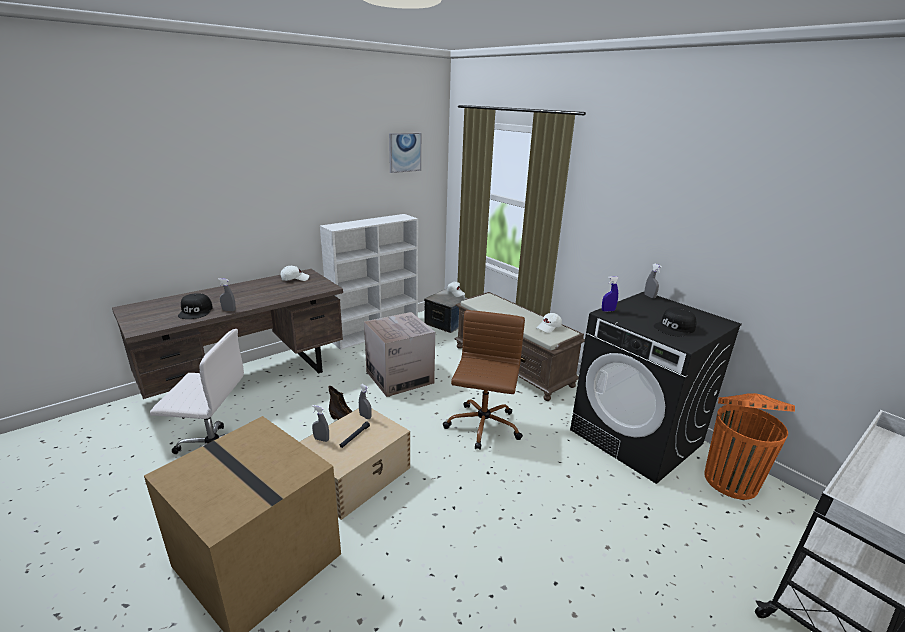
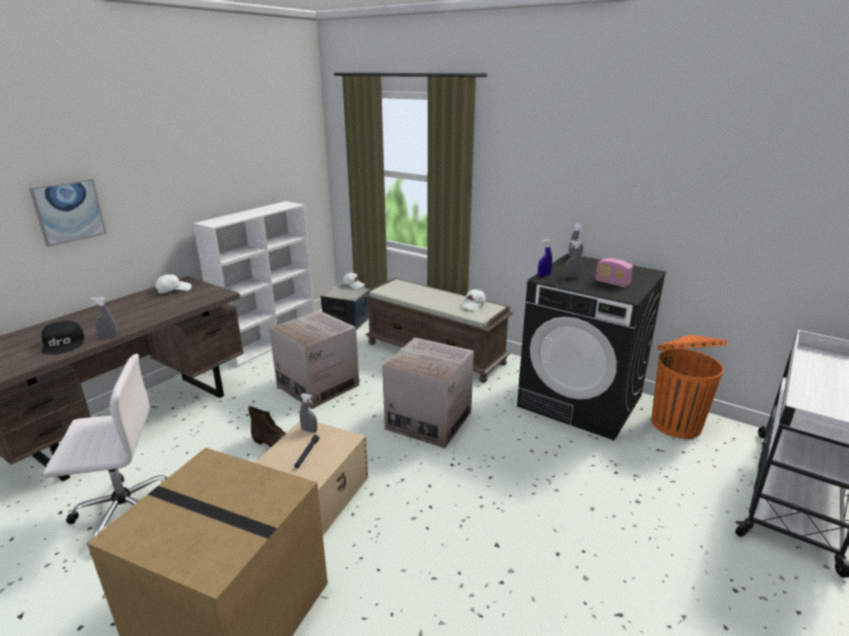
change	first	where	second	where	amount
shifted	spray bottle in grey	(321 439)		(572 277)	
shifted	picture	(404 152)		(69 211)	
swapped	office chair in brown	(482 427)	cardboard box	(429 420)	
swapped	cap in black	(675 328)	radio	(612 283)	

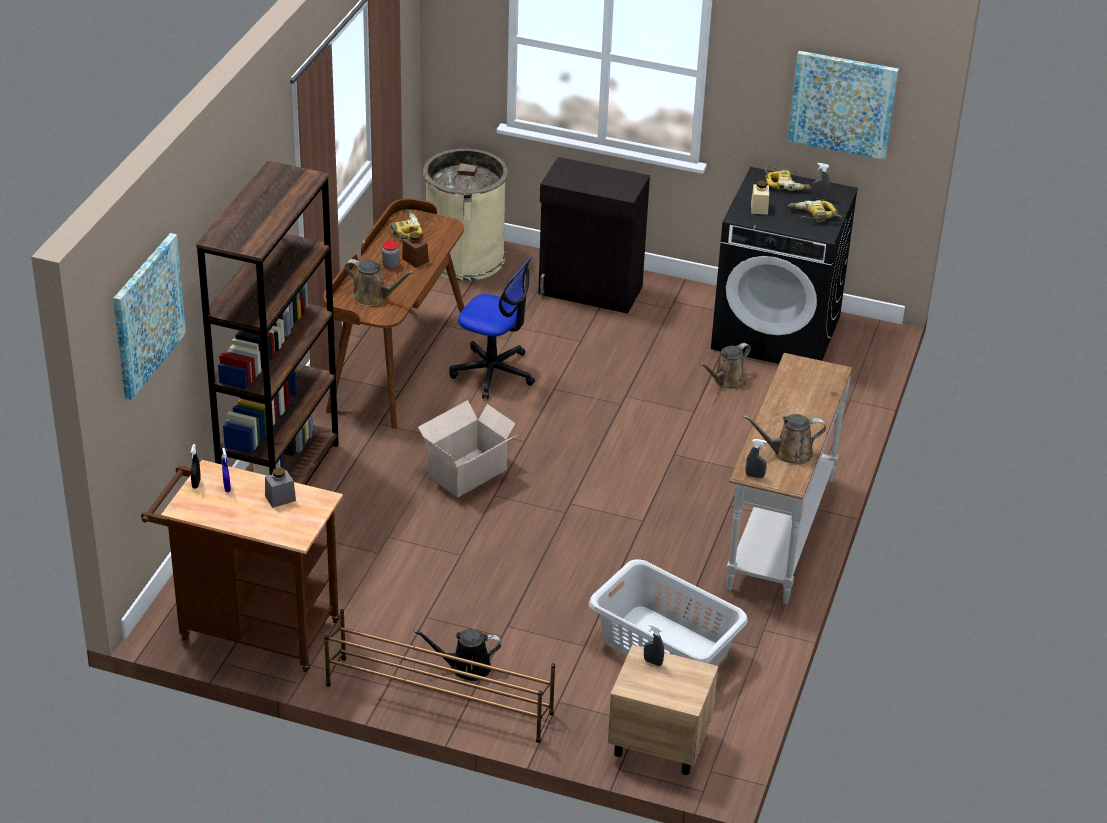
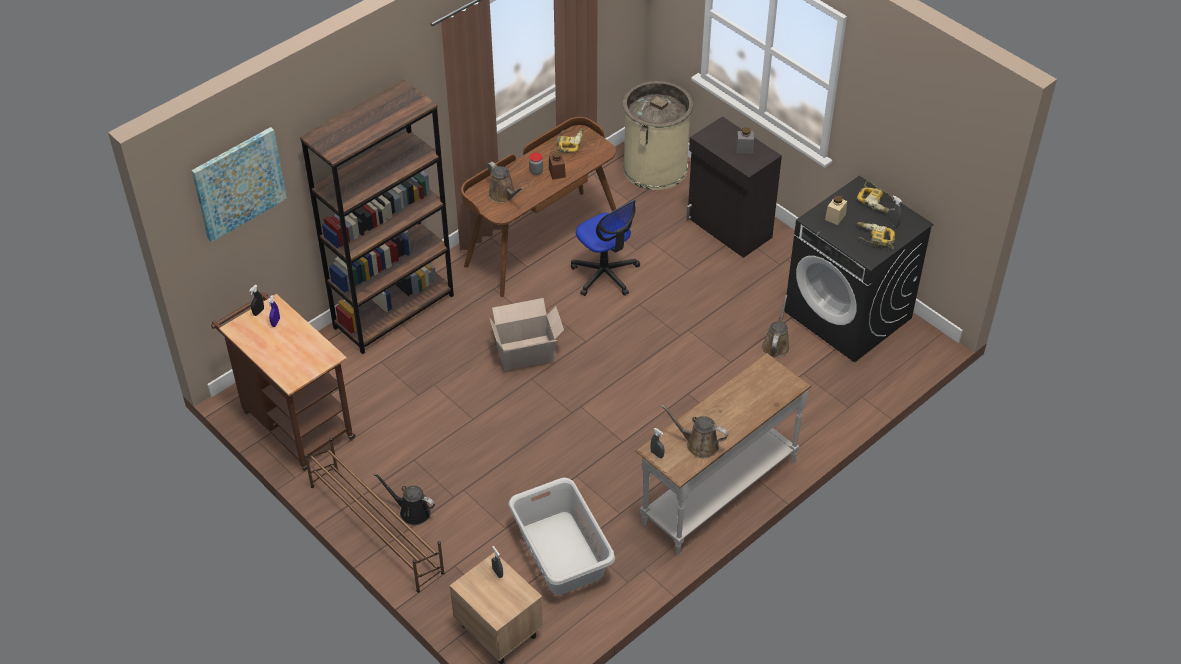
change	first	where	second	where	amount
shifted	jar in grey	(280 498)		(744 148)	
rotated	watering can in brown	(727 381)		(776 344)	120 degrees clockwise
gone	picture	(842 104)			

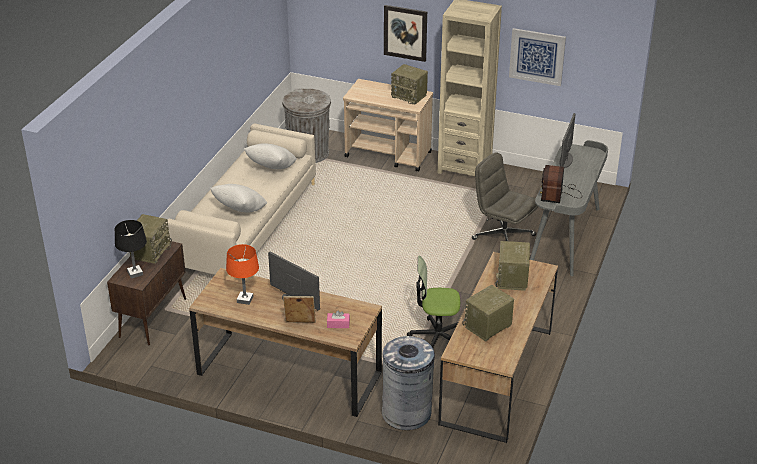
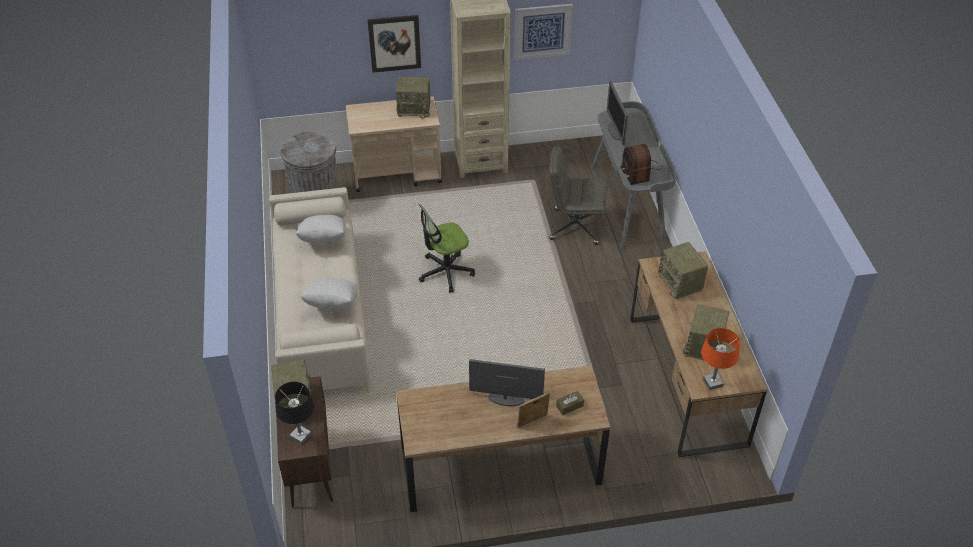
change	first	where	second	where	amount
shifted	table lamp in orange	(245 299)		(713 382)	
repainted	tissue box in pink	(338 324)	tissue box in brown	(569 406)	
gone	trash can in grey	(407 413)			
shifted	office chair	(436 337)		(445 272)	

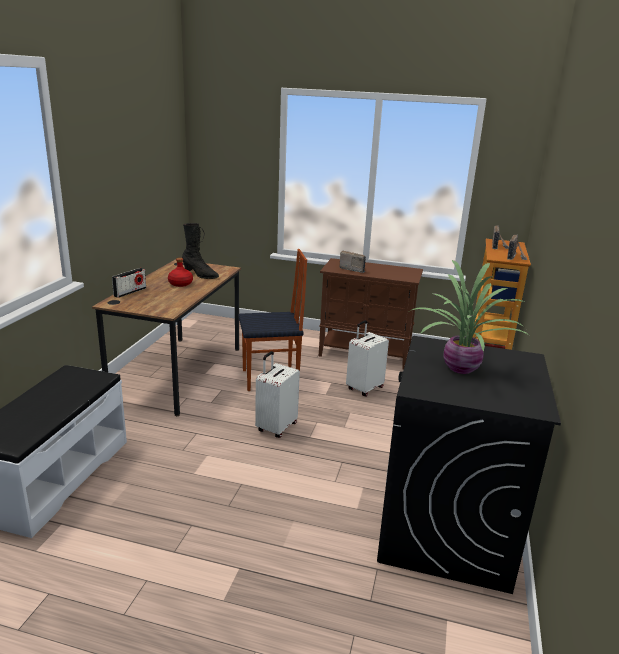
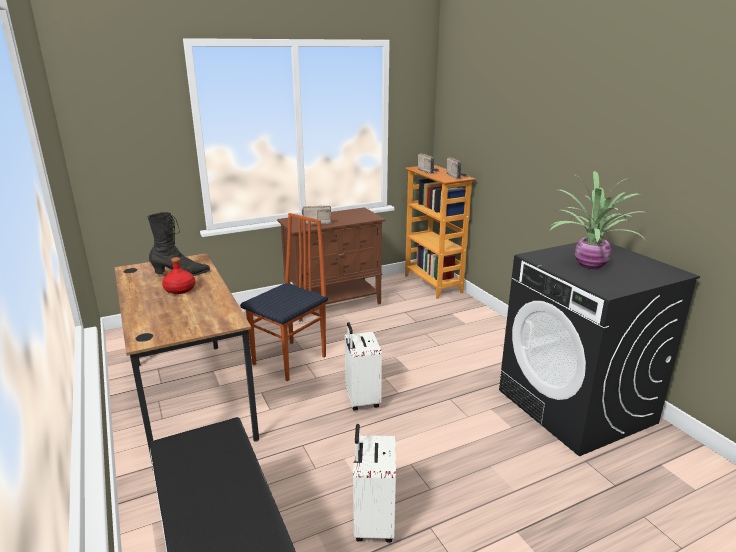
change	first	where	second	where	amount
gone	radio	(130 292)			
shifted	suitcase in white	(364 388)		(372 523)	

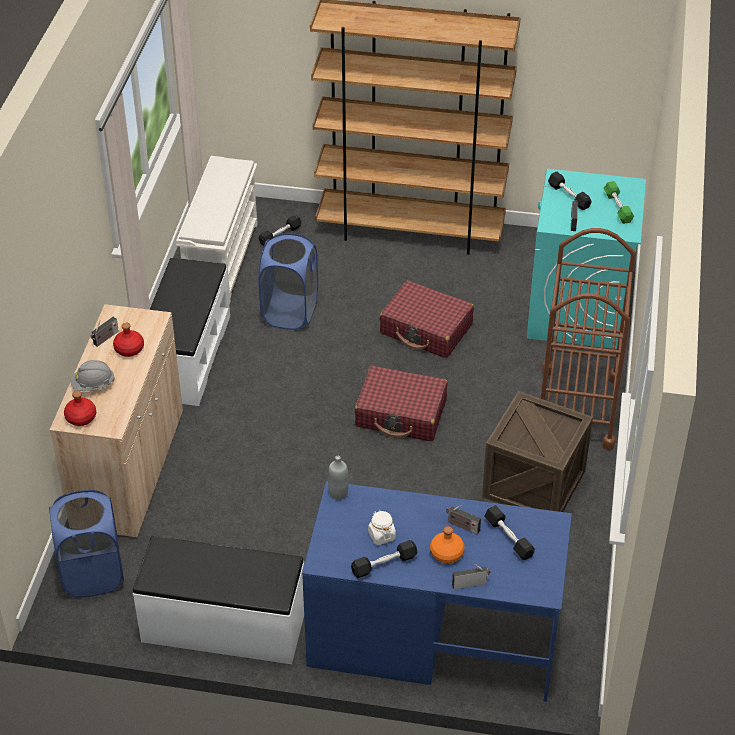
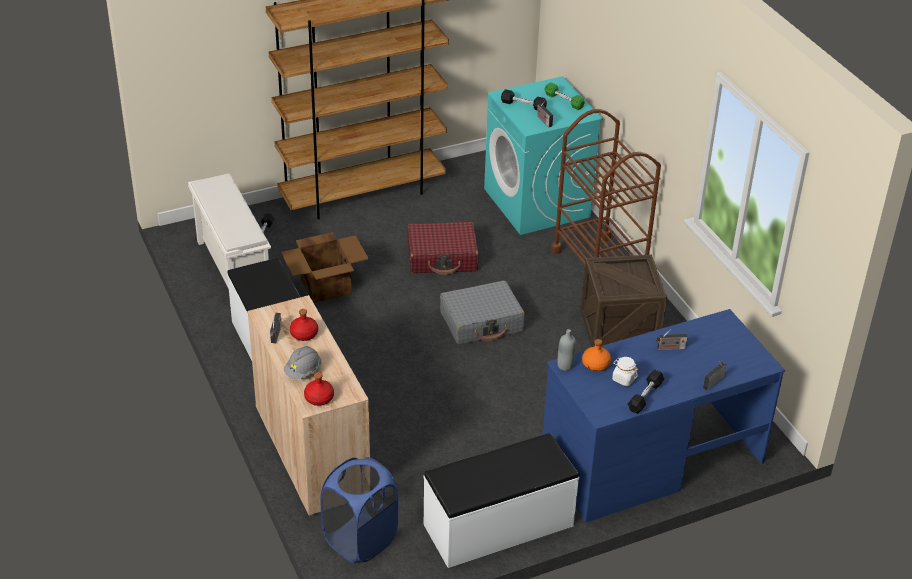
change	first	where	second	where	amount
swapped	laundry basket in blue	(290 312)	cardboard box	(326 286)	
repainted	suitcase in red	(401 413)	suitcase in grey	(481 322)	
shifted	bottle in orange	(446 553)		(595 364)	
gone	dumbbell in black	(508 538)			

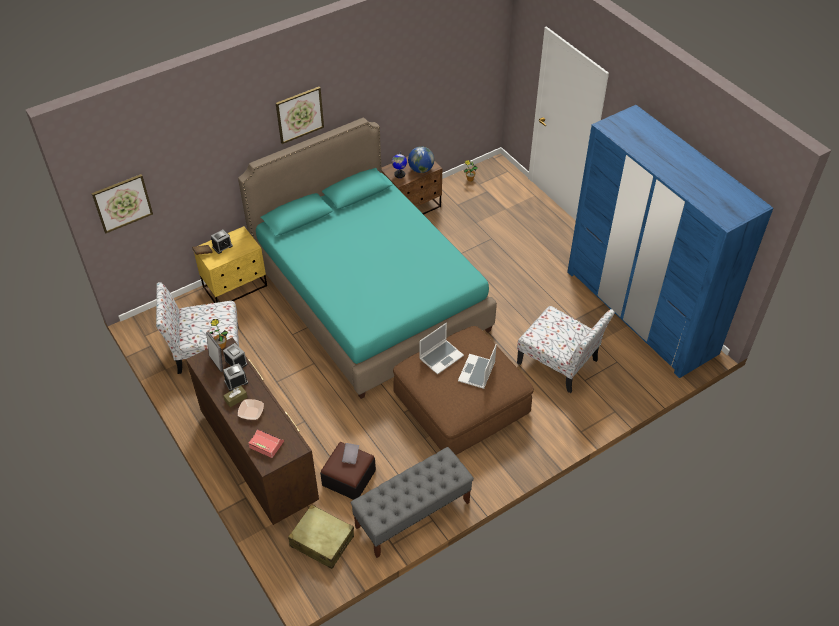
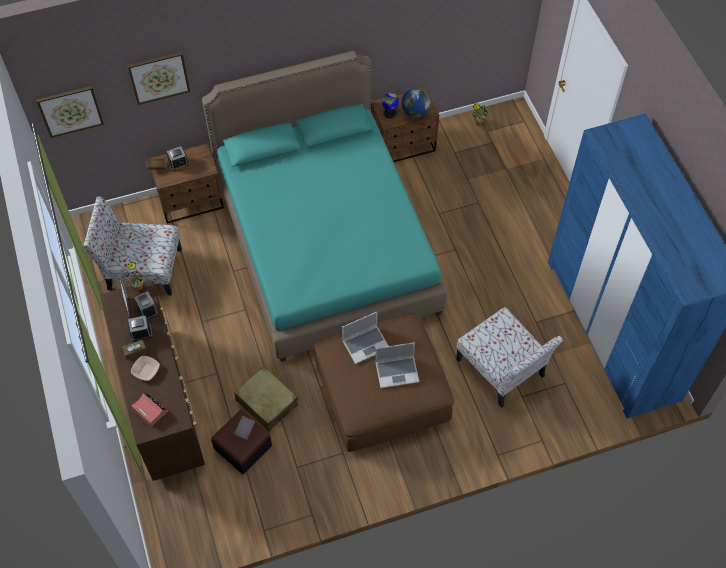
change	first	where	second	where	amount
repainted	nightstand in yellow	(235 287)	nightstand in brown	(191 202)	
shifted	picture	(299 114)		(159 77)	
shifted	suitcase in beige	(322 541)		(266 402)	
gone	bench in grey	(412 515)			
rotated	laptop	(477 372)		(397 371)	135 degrees counterclockwise

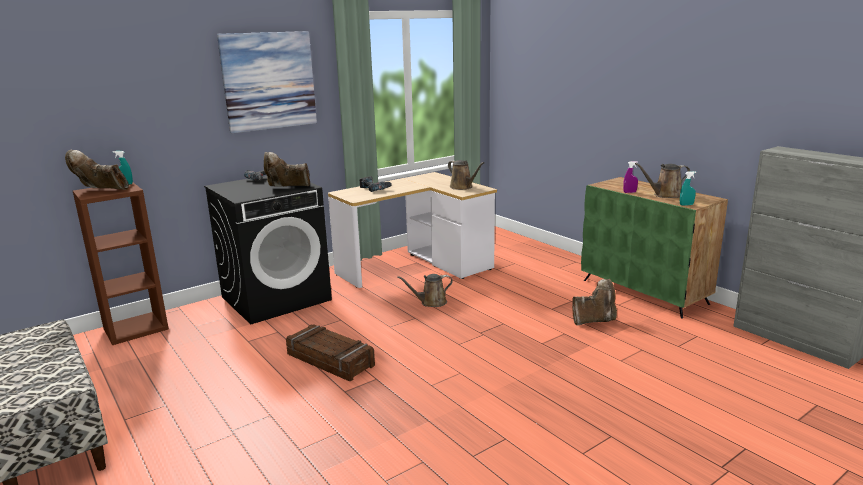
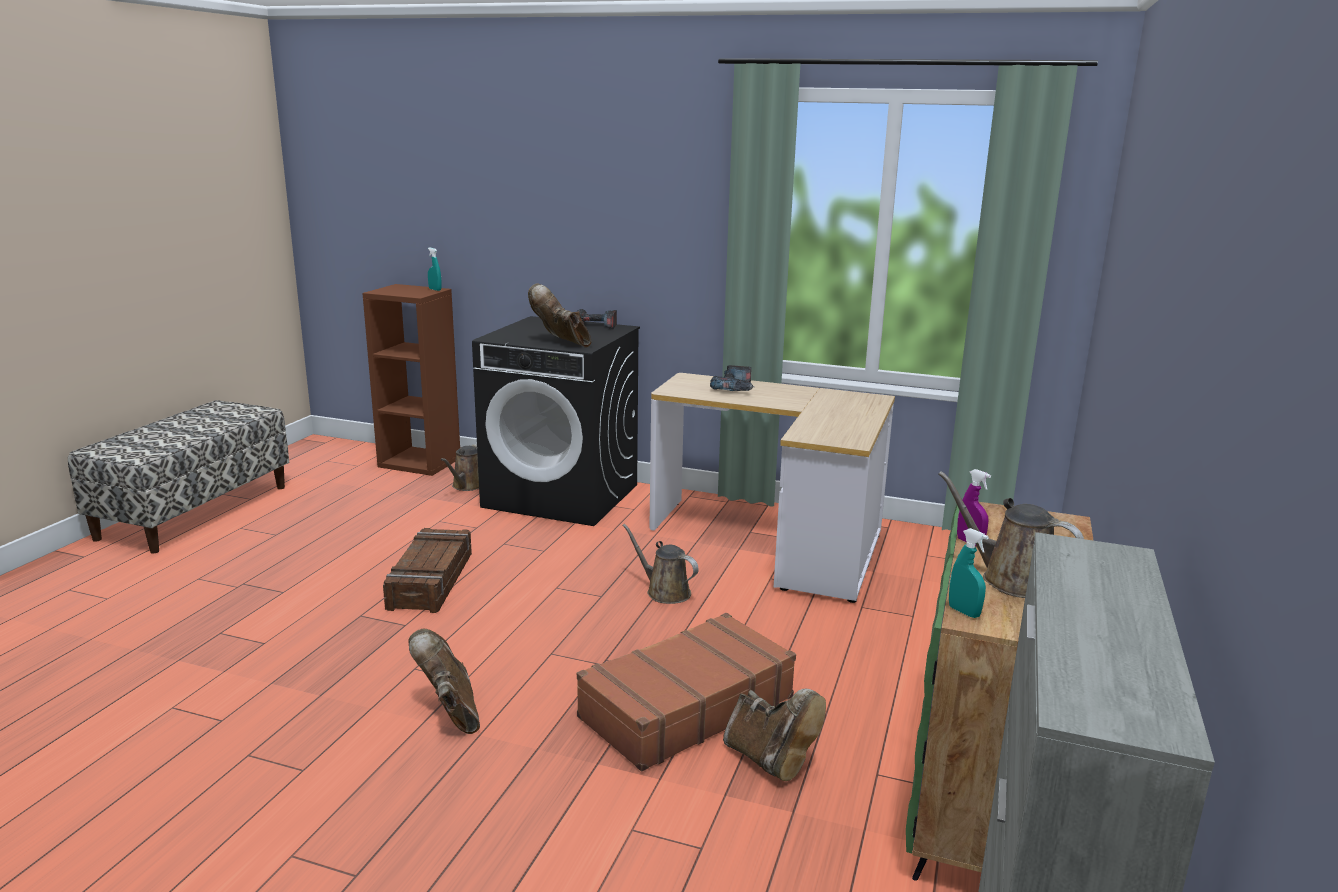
change	first	where	second	where	amount
shifted	boot in brown	(101 191)		(450 712)	
gone	picture	(269 81)			
shifted	watering can in brown	(462 187)		(467 486)	
new			suitcase in brown	(685 707)	

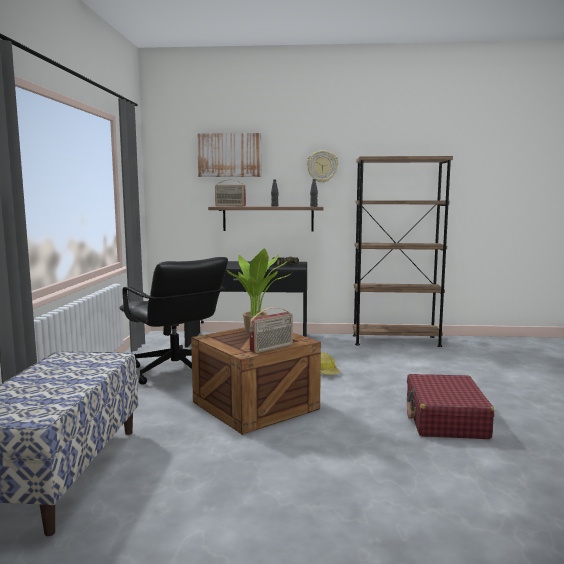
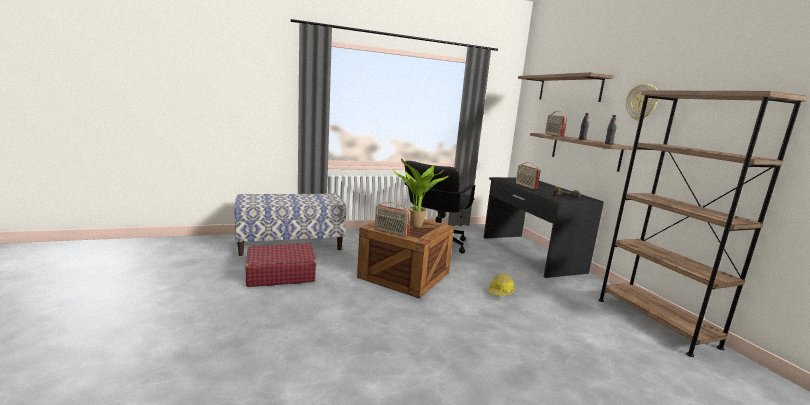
change	first	where	second	where	amount
swapped	picture	(229 155)	shelf	(569 88)	
shifted	suitcase in red	(445 419)		(280 274)	
new			radio	(525 186)	

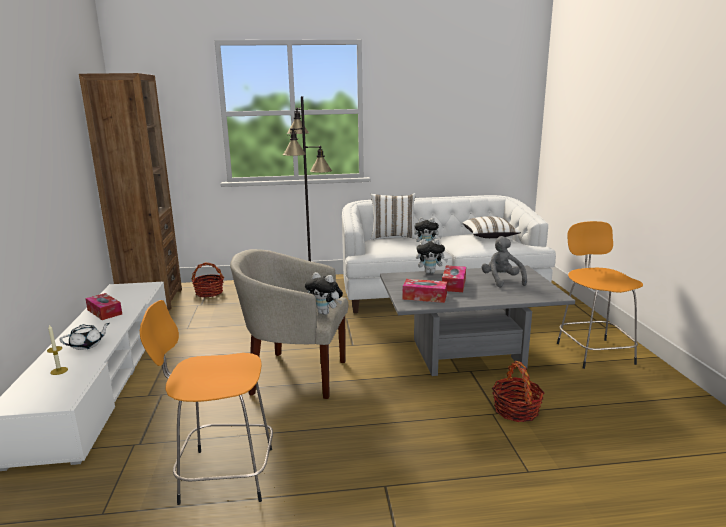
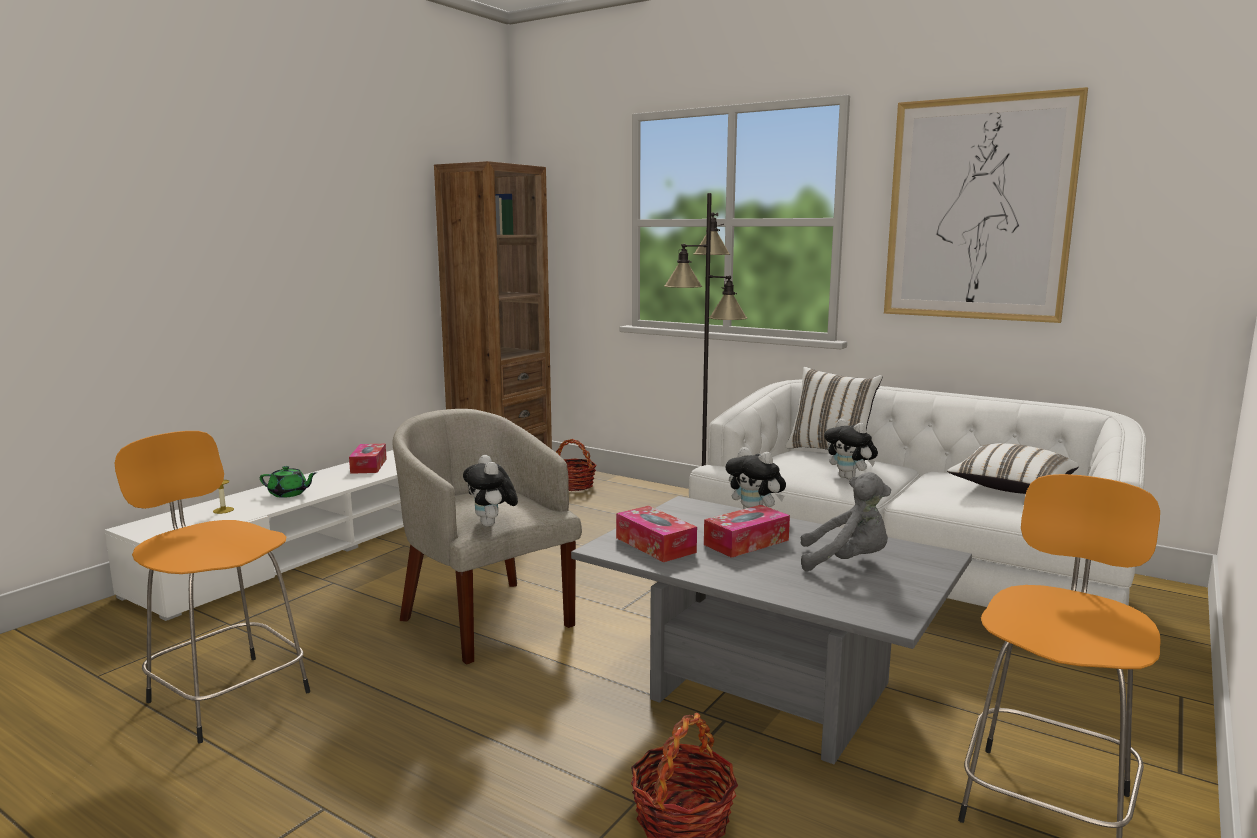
change	first	where	second	where	amount
repainted	teapot in white	(87 345)	teapot in green	(289 494)	
rotated	plush toy in grey	(502 281)		(846 562)	75 degrees clockwise
new			picture	(978 210)	

